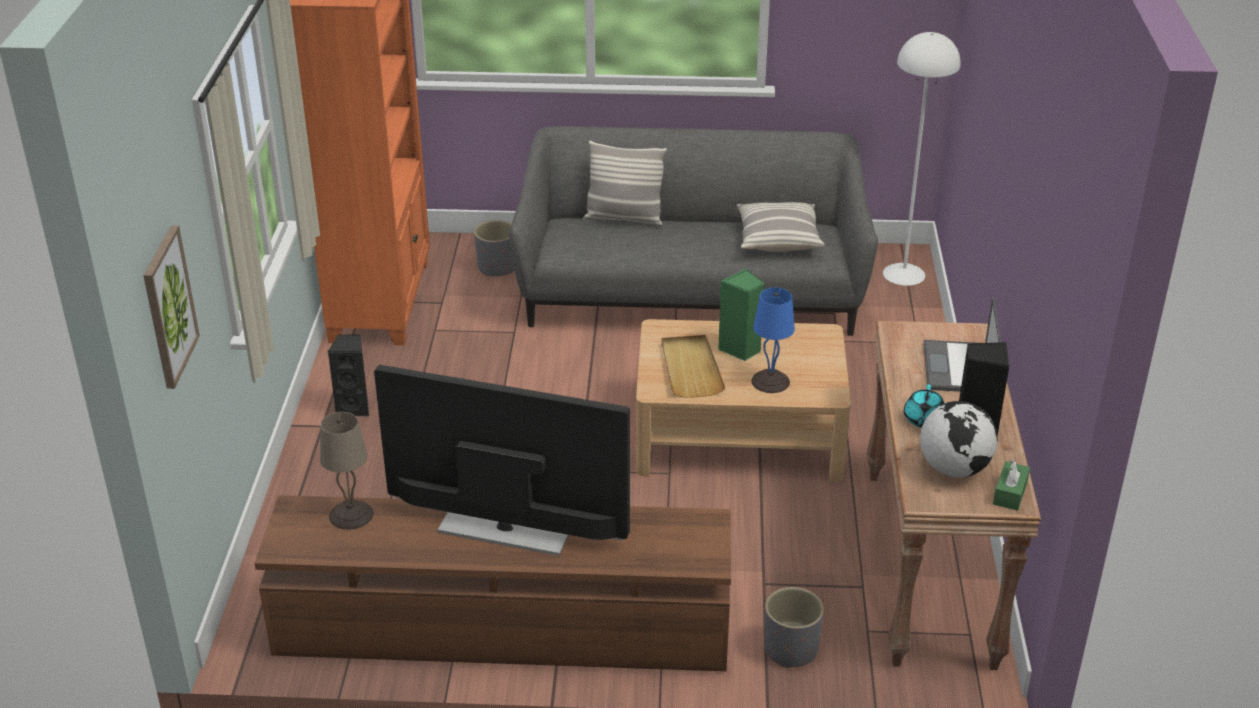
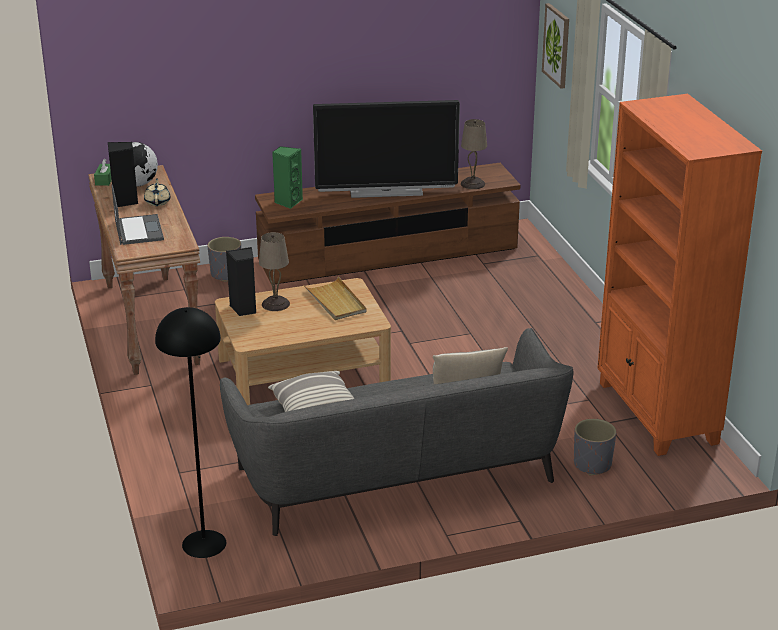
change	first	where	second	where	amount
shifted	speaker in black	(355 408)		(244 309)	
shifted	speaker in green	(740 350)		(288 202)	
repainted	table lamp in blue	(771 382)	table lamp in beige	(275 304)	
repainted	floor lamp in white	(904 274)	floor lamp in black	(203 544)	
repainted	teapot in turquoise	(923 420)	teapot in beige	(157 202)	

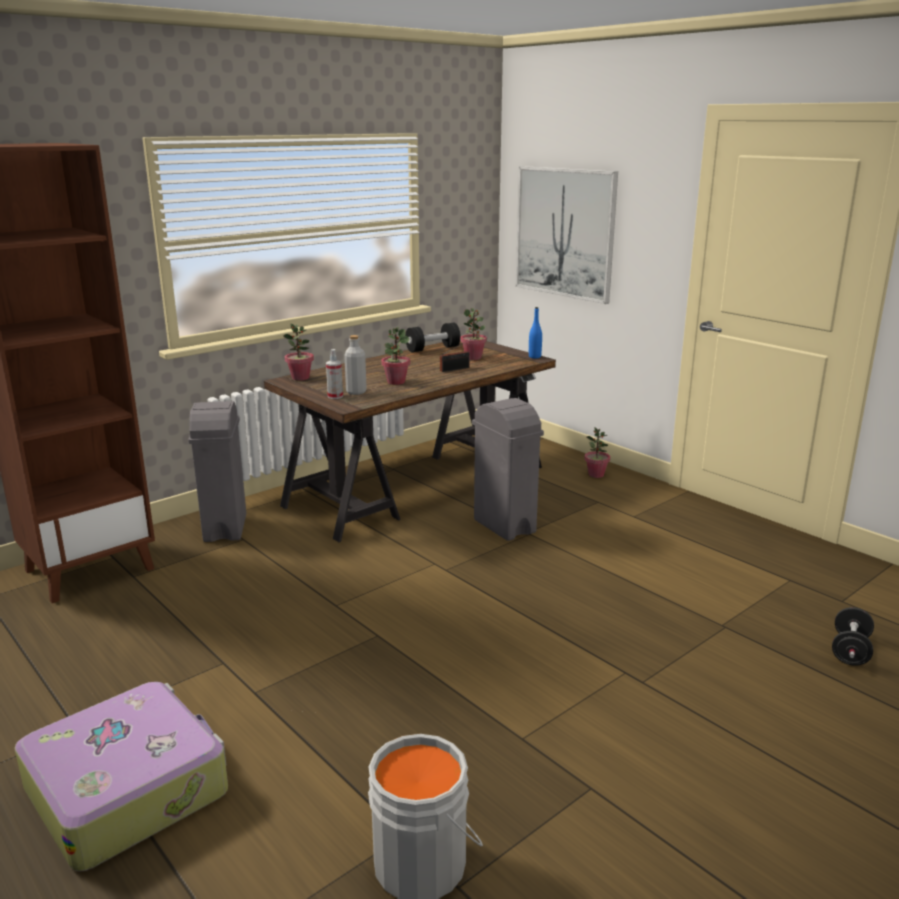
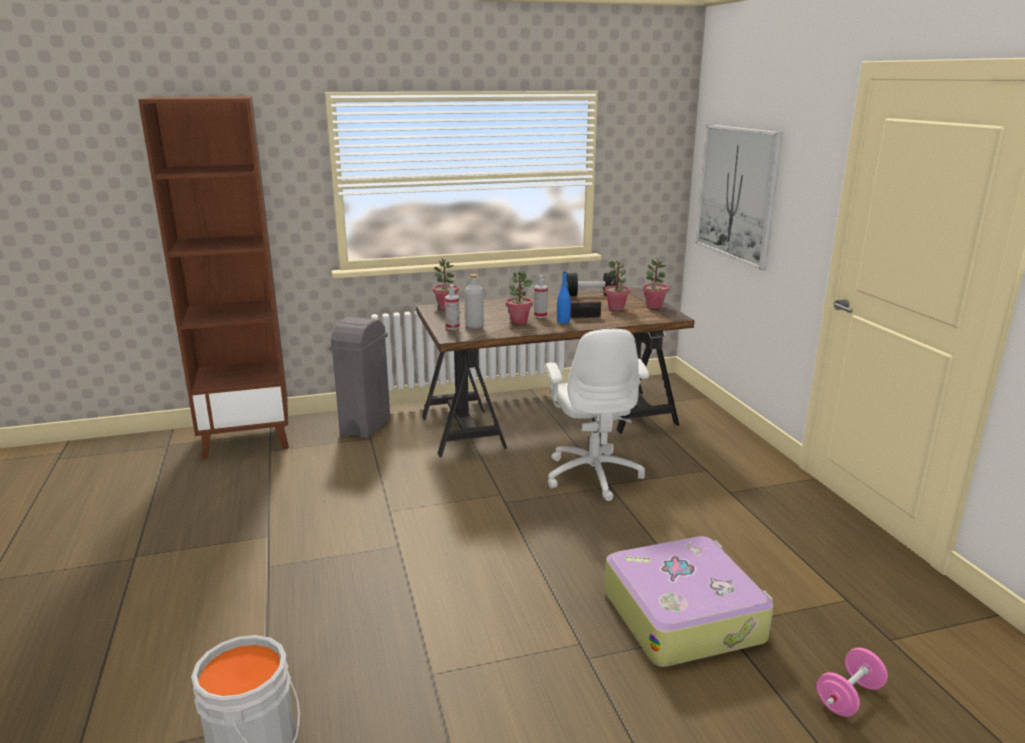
change	first	where	second	where	amount
shifted	suitcase	(128 788)		(683 615)	
swapped	trash can in grey	(504 526)	office chair in white	(593 474)	
shifted	bottle in blue	(534 357)		(563 321)	
shifted	potted plant	(596 475)		(654 306)	
repainted	dumbbell in black	(850 651)	dumbbell in pink	(848 697)	
new			spray bottle	(540 316)	

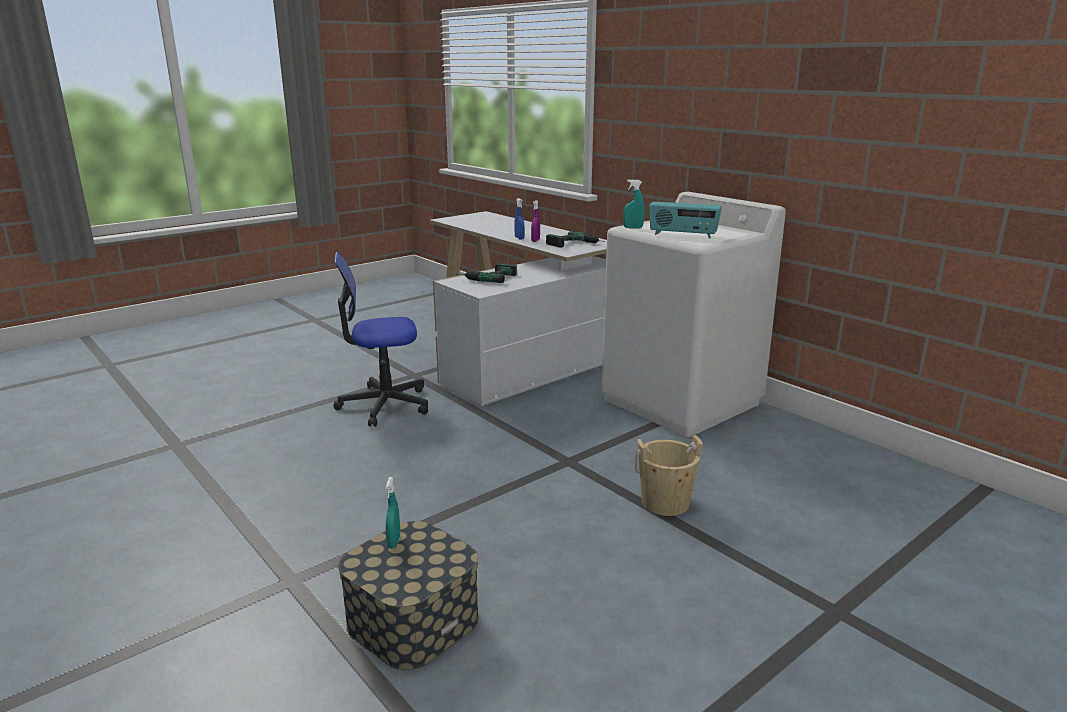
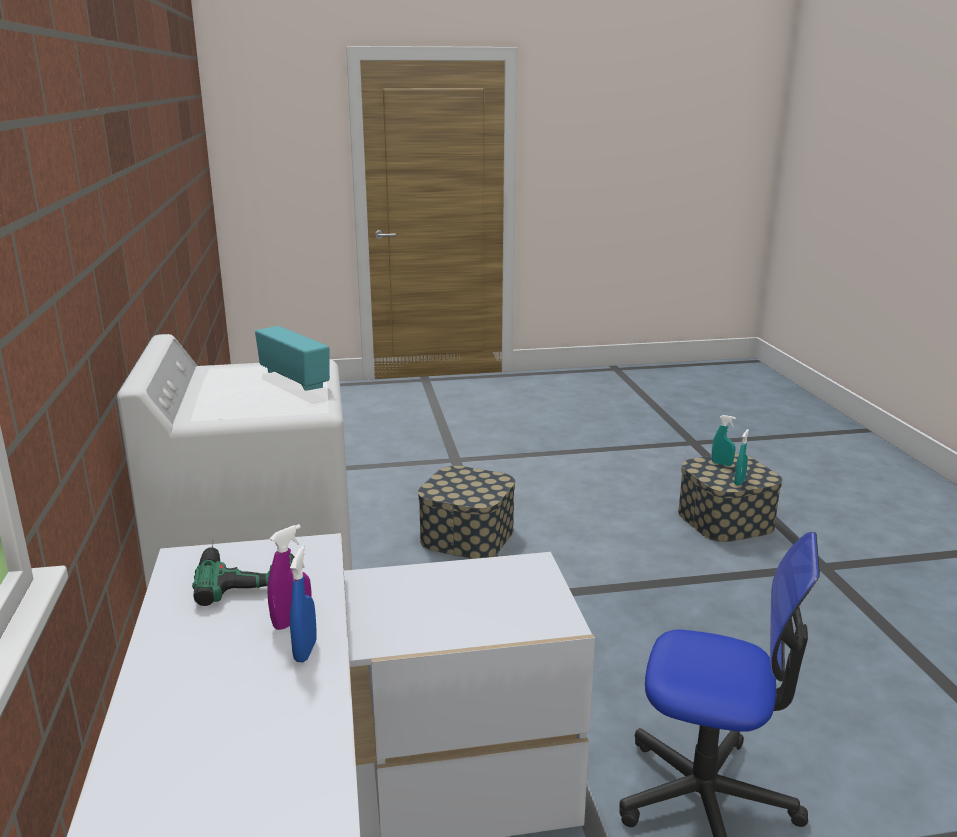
change	first	where	second	where	amount
gone	power drill	(486 277)			
shifted	spray bottle in turquoise	(633 228)		(721 464)	
swapped	bucket in beige	(665 503)	storage box	(467 535)	

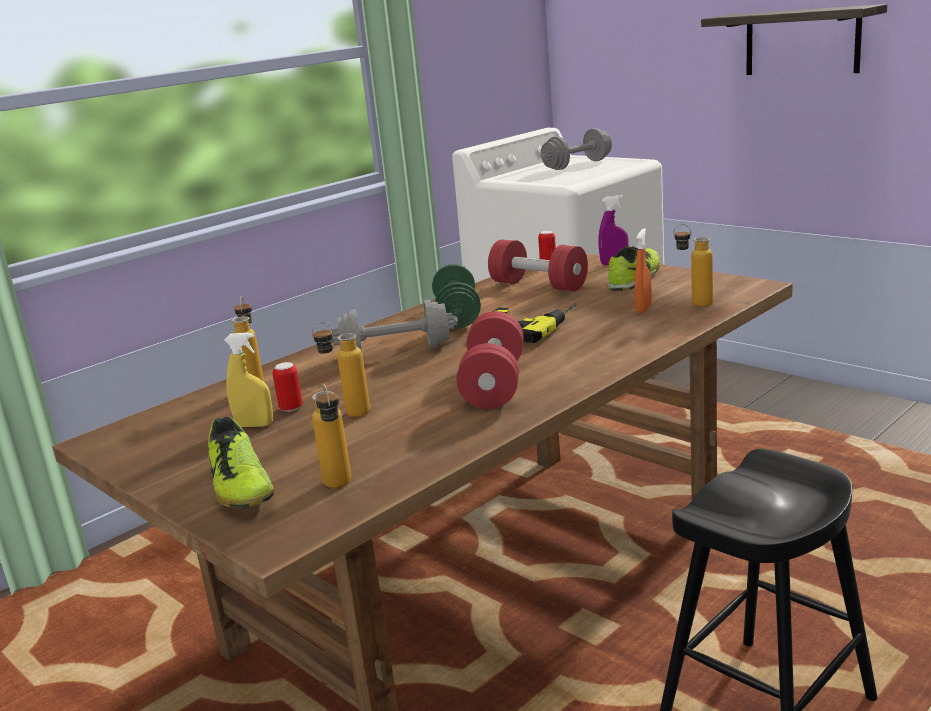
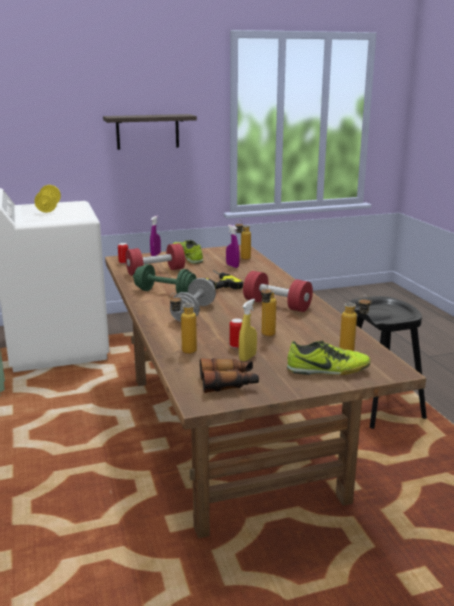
change	first	where	second	where	amount
repainted	dumbbell in grey	(577 165)	dumbbell in yellow	(49 208)	
repainted	spray bottle in orange	(643 309)	spray bottle in purple	(232 266)	
new			binoculars	(229 383)	

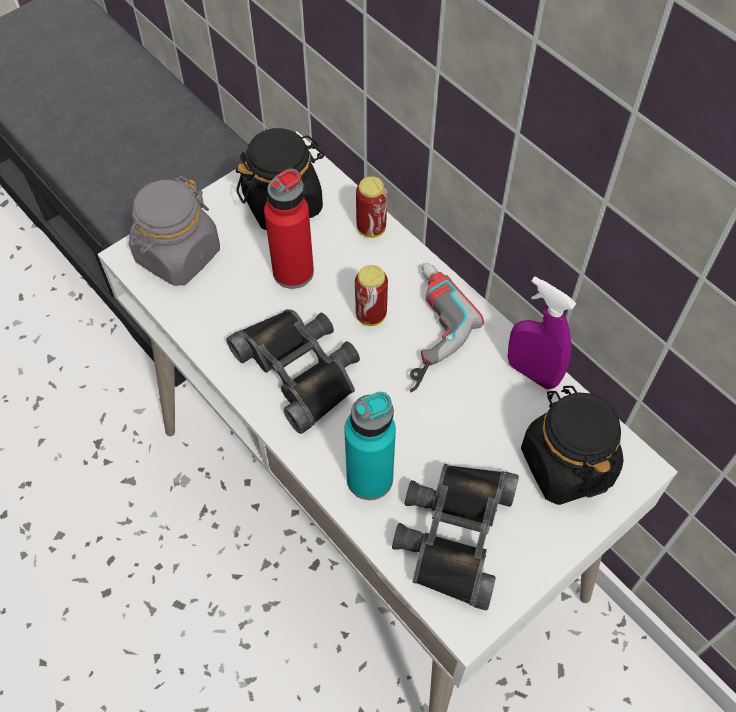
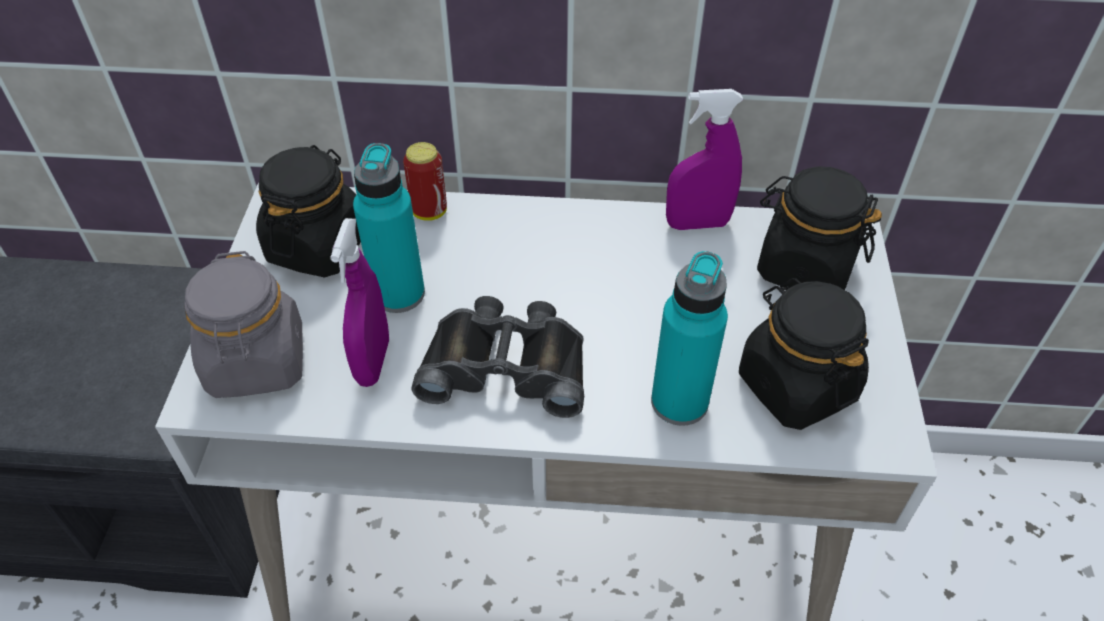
change	first	where	second	where	amount
repainted	bottle in red	(293 272)	bottle in turquoise	(399 294)	
gone	can	(371 315)			
swapped	binoculars in black	(453 533)	jar in black	(796 385)	
gone	power drill	(420 329)			
new			spray bottle in purple	(373 362)	

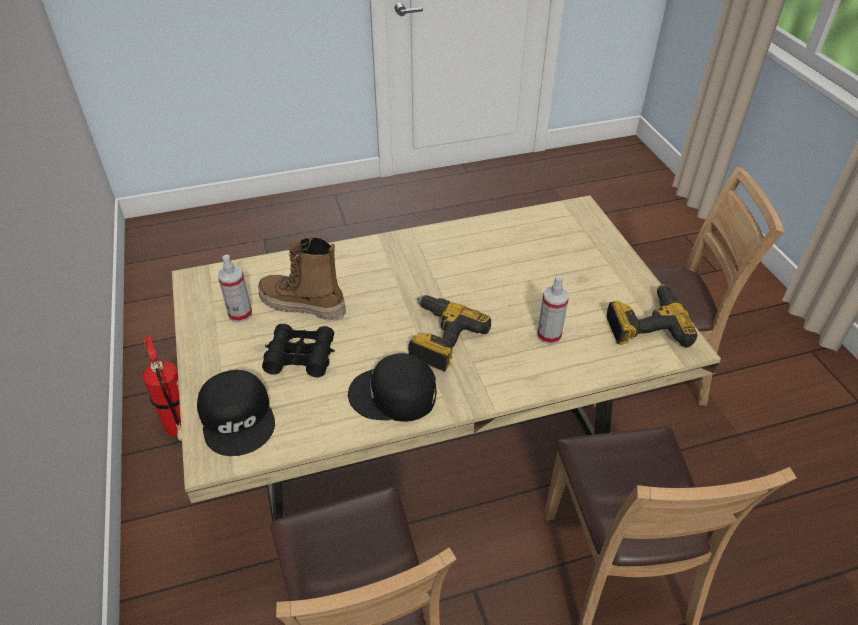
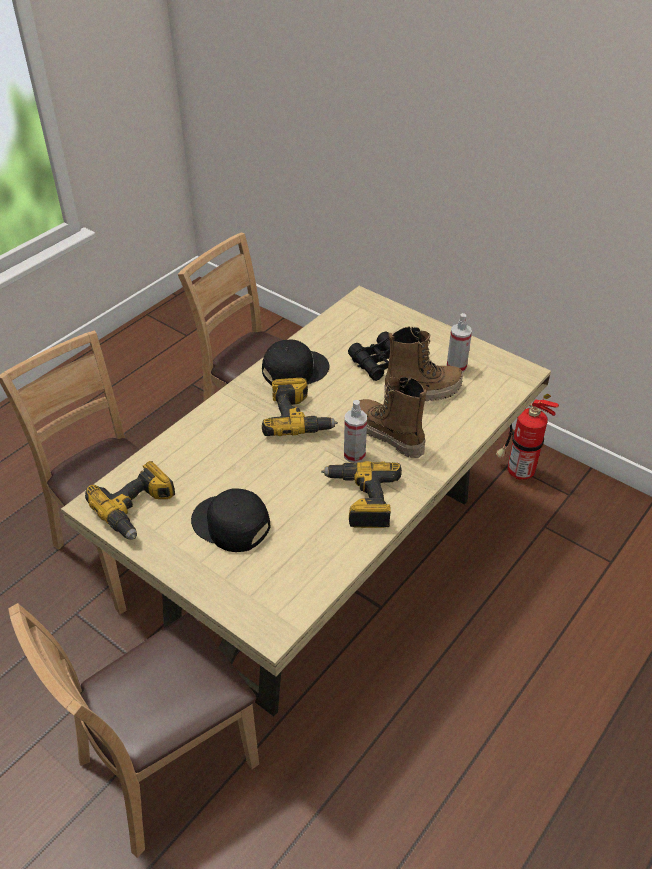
change	first	where	second	where	amount
shifted	cap in black	(238 417)		(230 524)	
shifted	spray bottle	(549 335)		(354 455)	
new			power drill	(361 500)	
new			boot	(387 435)	

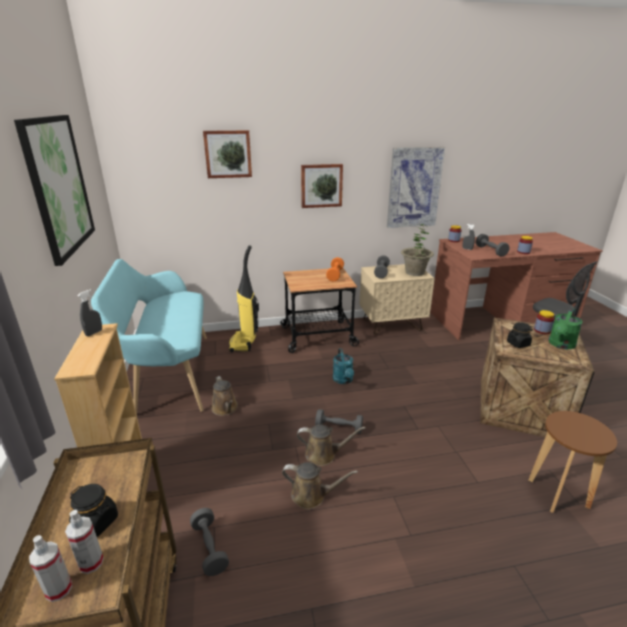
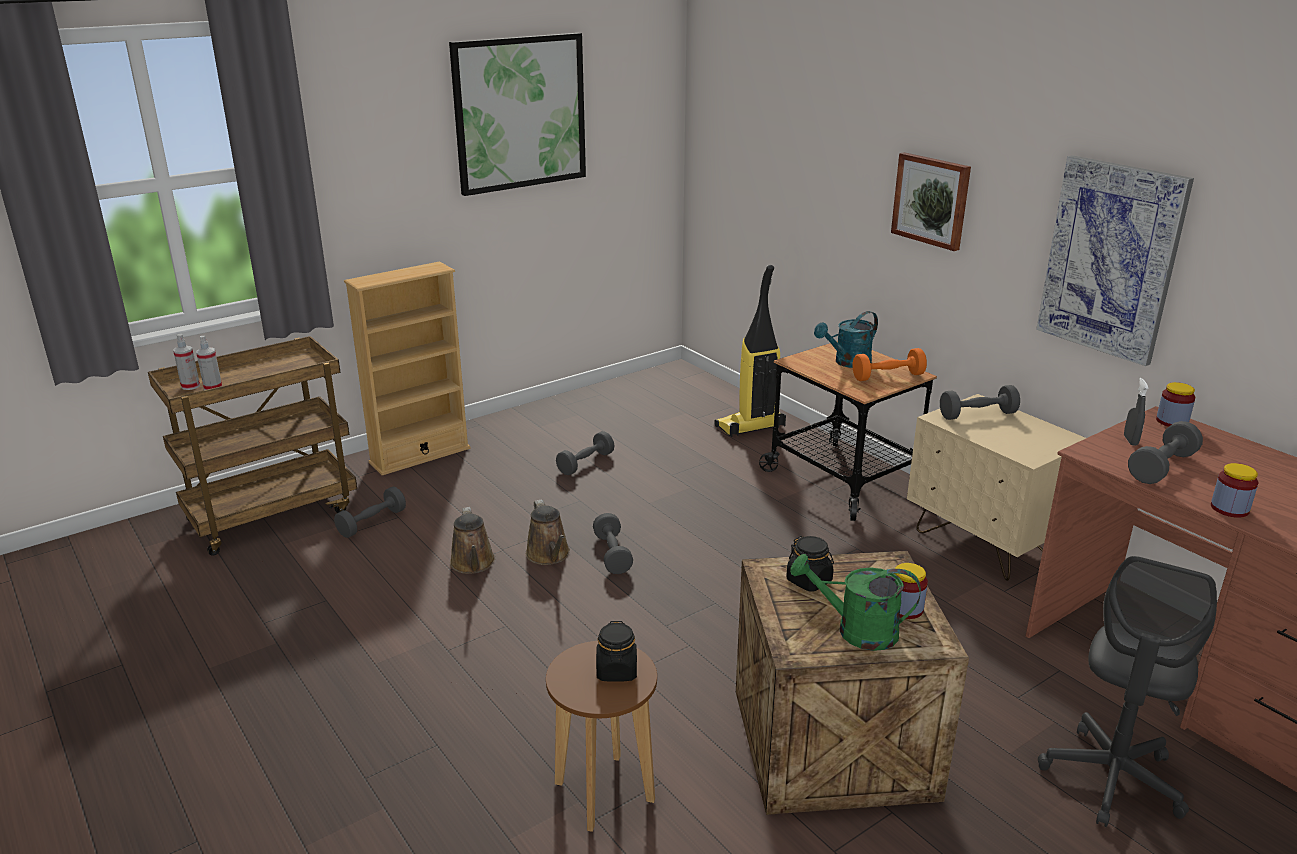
change	first	where	second	where	amount
shifted	jar in black	(96 523)		(617 671)	
gone	spray bottle in grey	(94 333)			
gone	bench in turquoise	(168 374)			
gone	picture	(228 154)			
swapped	watering can in brown	(225 409)	dumbbell in grey	(585 463)	
shifted	watering can in turquoise	(343 380)		(847 363)	
gone	potted plant	(415 272)			

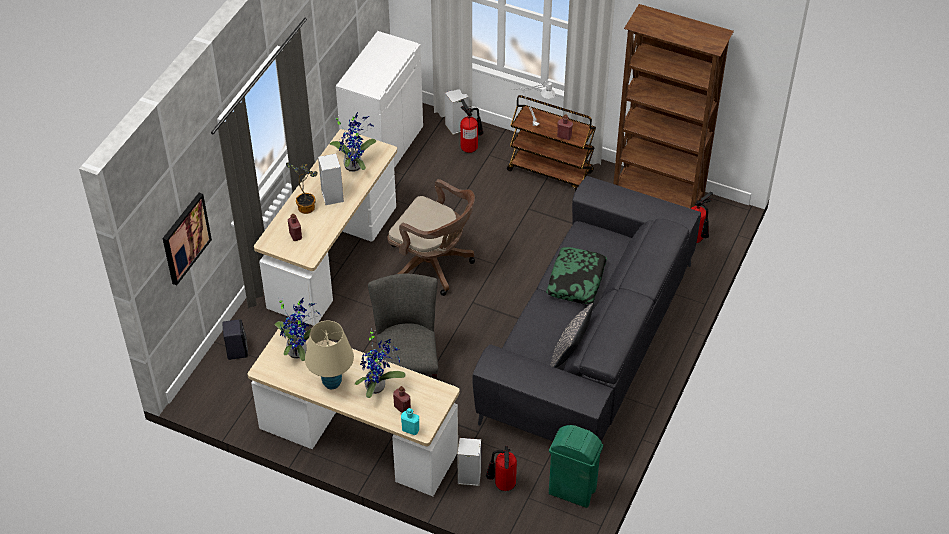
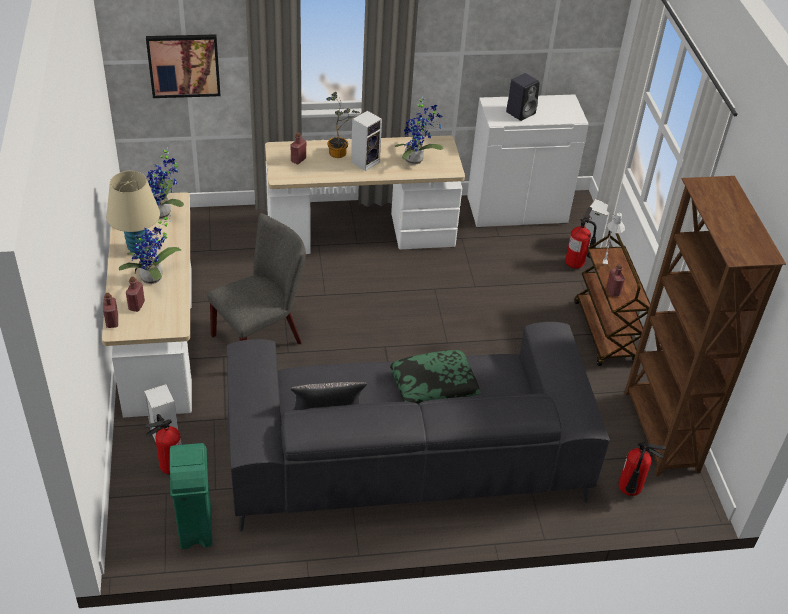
change	first	where	second	where	amount
shifted	speaker in black	(236 350)		(521 112)	
gone	office chair in brown	(433 266)			
repainted	bottle in turquoise	(410 429)	bottle in red	(112 322)	

